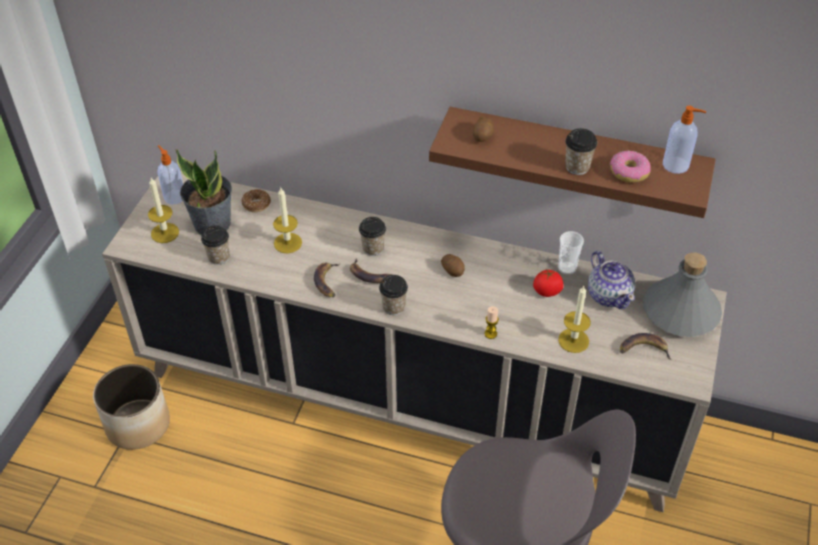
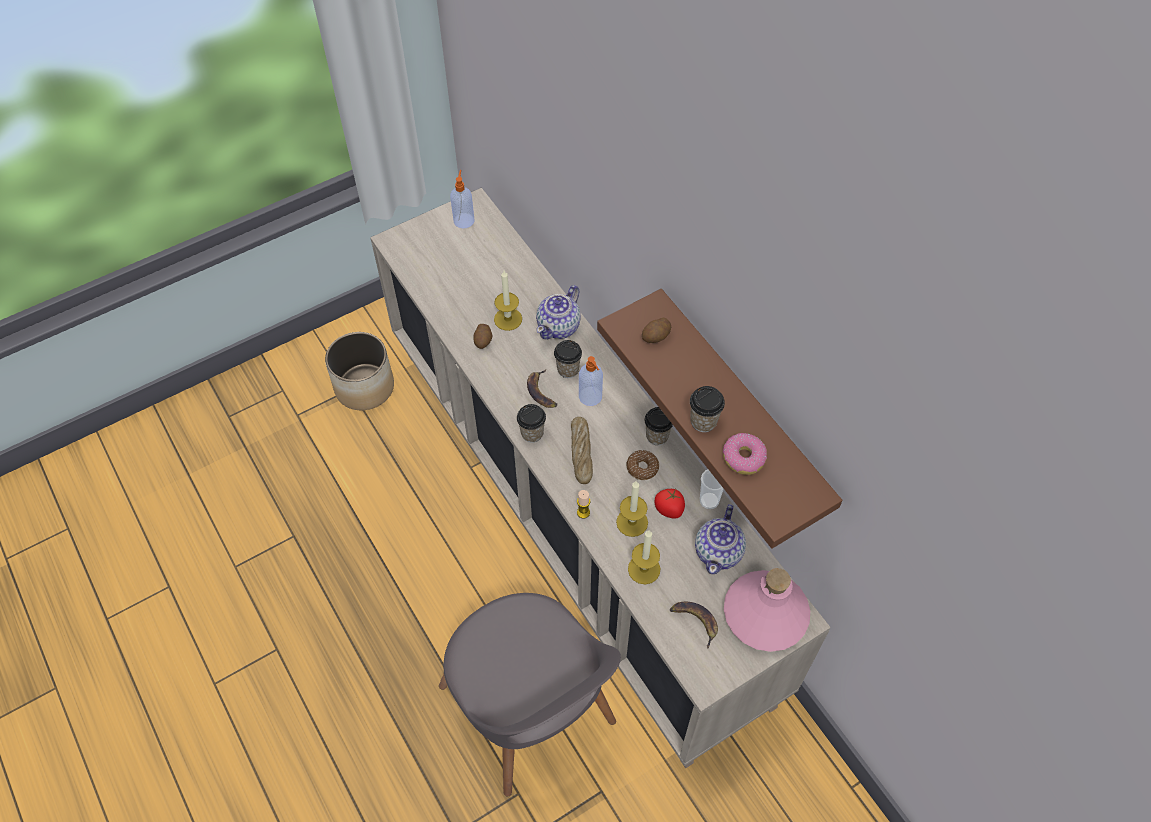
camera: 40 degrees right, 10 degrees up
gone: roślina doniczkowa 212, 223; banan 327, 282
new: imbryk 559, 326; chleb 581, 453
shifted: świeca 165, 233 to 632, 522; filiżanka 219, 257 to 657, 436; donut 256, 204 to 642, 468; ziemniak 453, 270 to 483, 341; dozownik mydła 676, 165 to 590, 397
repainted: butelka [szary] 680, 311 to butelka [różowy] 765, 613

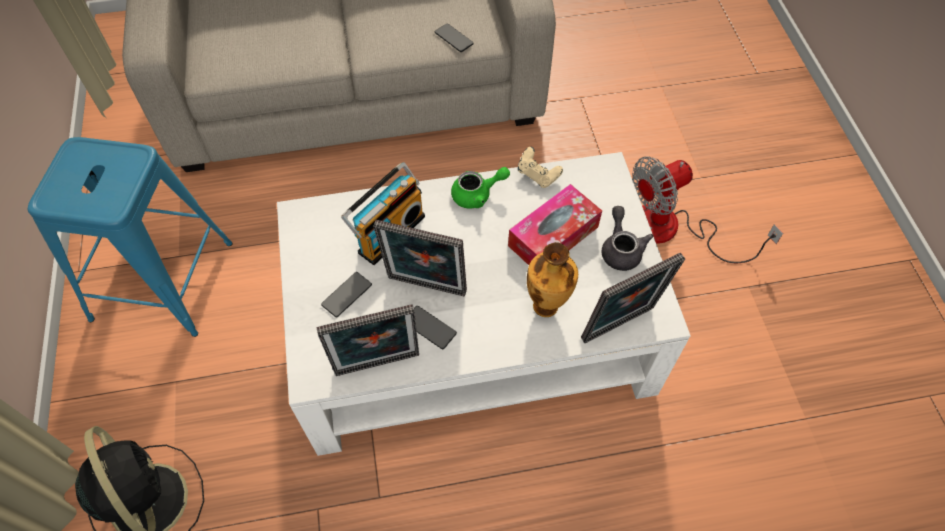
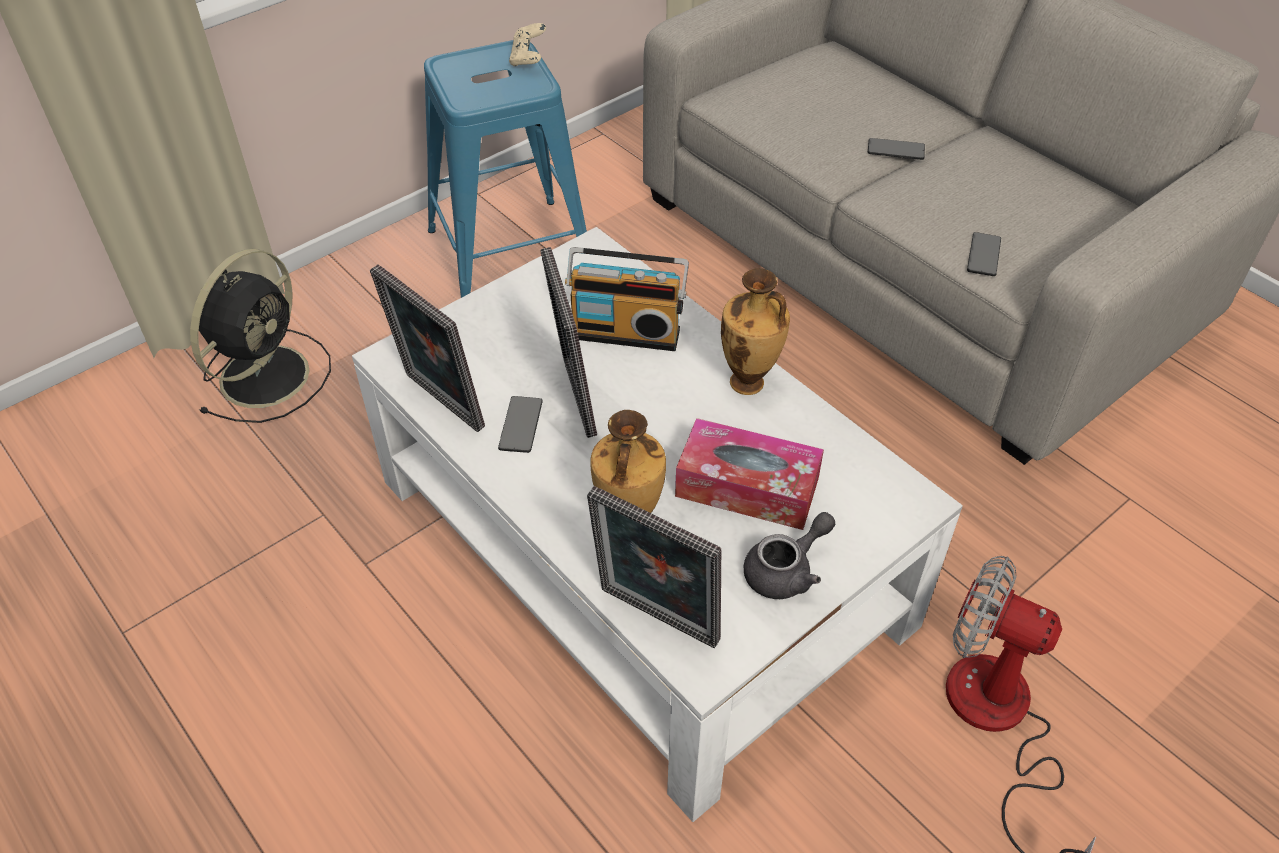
camera: 60 degrees right, 10 degrees down
shifted: telefon 347, 295 to 895, 150; pad do gier [beżowy] 538, 175 to 528, 59
swapped: imbryk [zielony] 477, 195 to wazon 748, 384

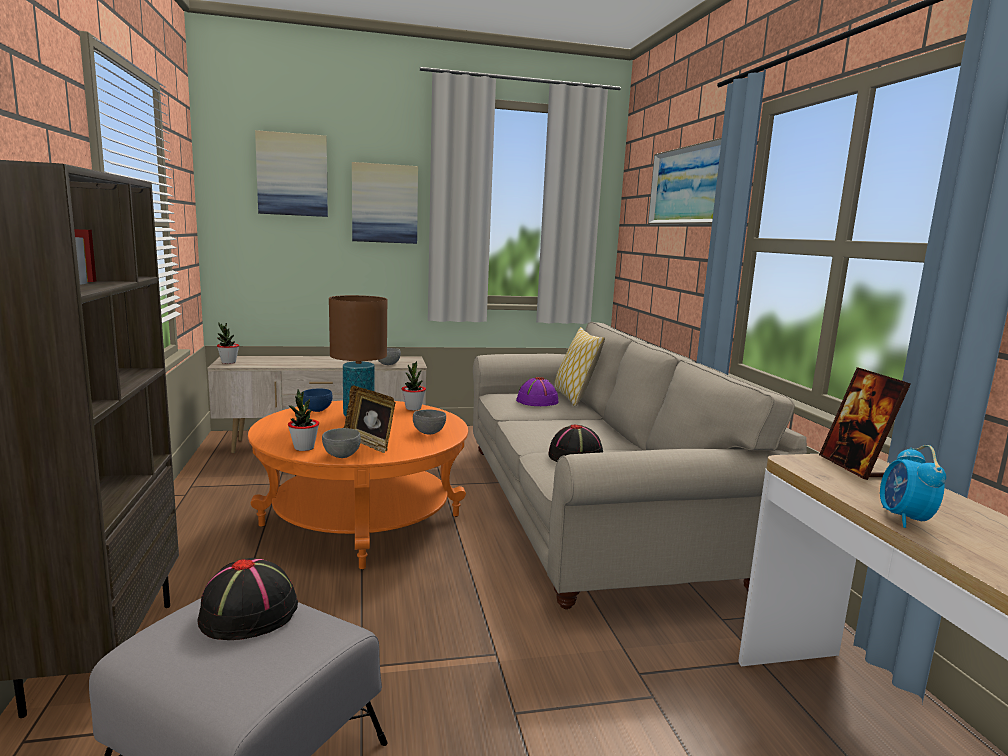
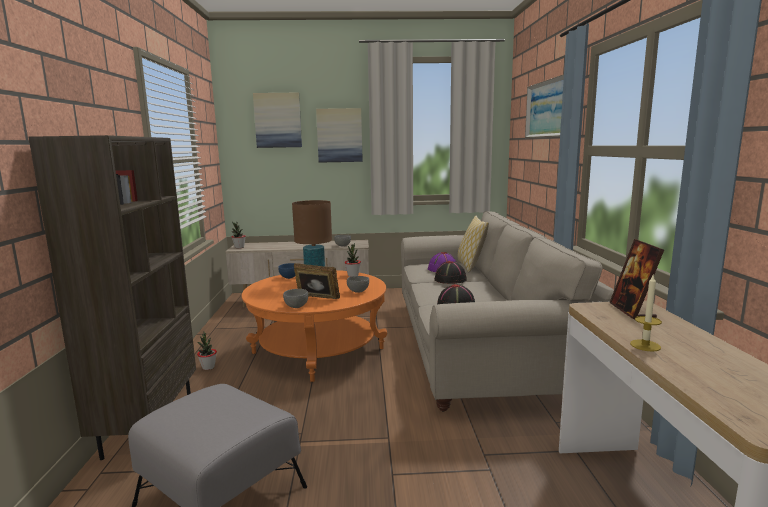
camera: 10 degrees right, 0 degrees up
shifted: kapelusz [czarny] 249, 612 to 450, 279; roślina doniczkowa 304, 448 to 208, 367
swapped: budzik 904, 519 to świeca 645, 345
rotated: ramka na zdjęcie 369, 443 = 316, 298 150 degrees clockwise

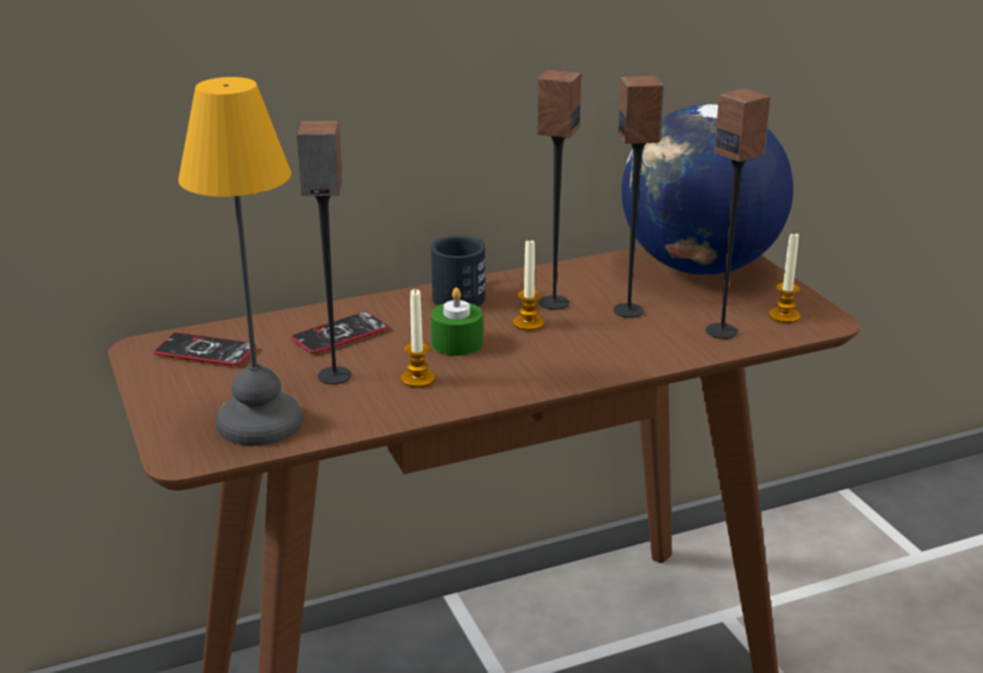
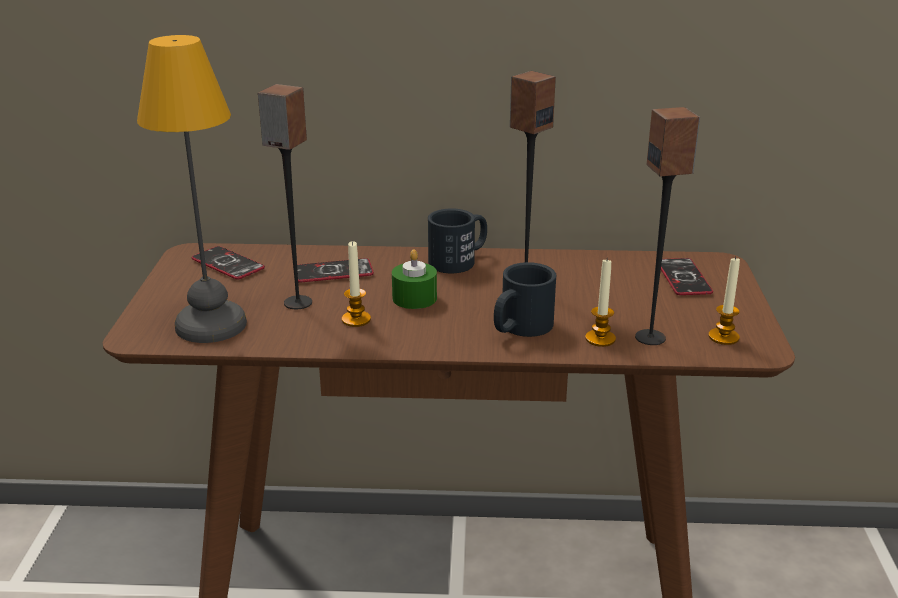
camera: 25 degrees right, 0 degrees up
gone: głośnik 629, 311
new: kubek [czarny] 519, 328
shifted: świeca 528, 323 to 600, 339
swapped: globus 698, 267 to telefon 683, 278

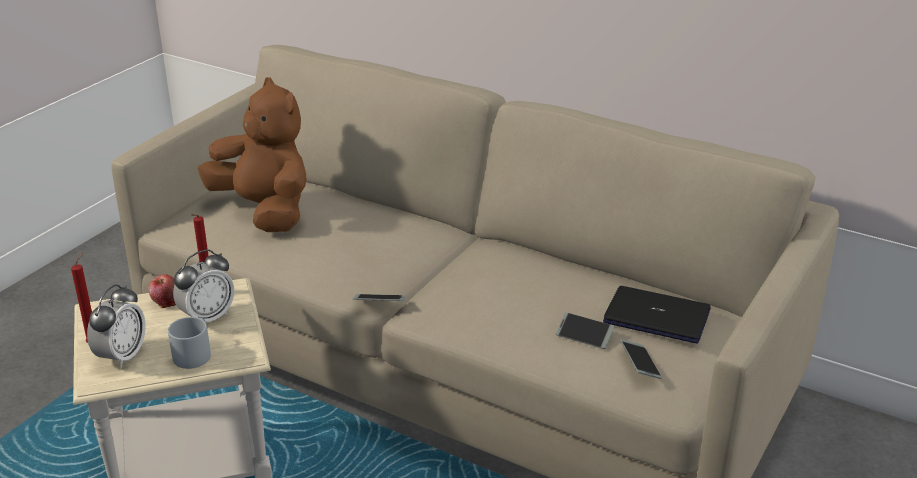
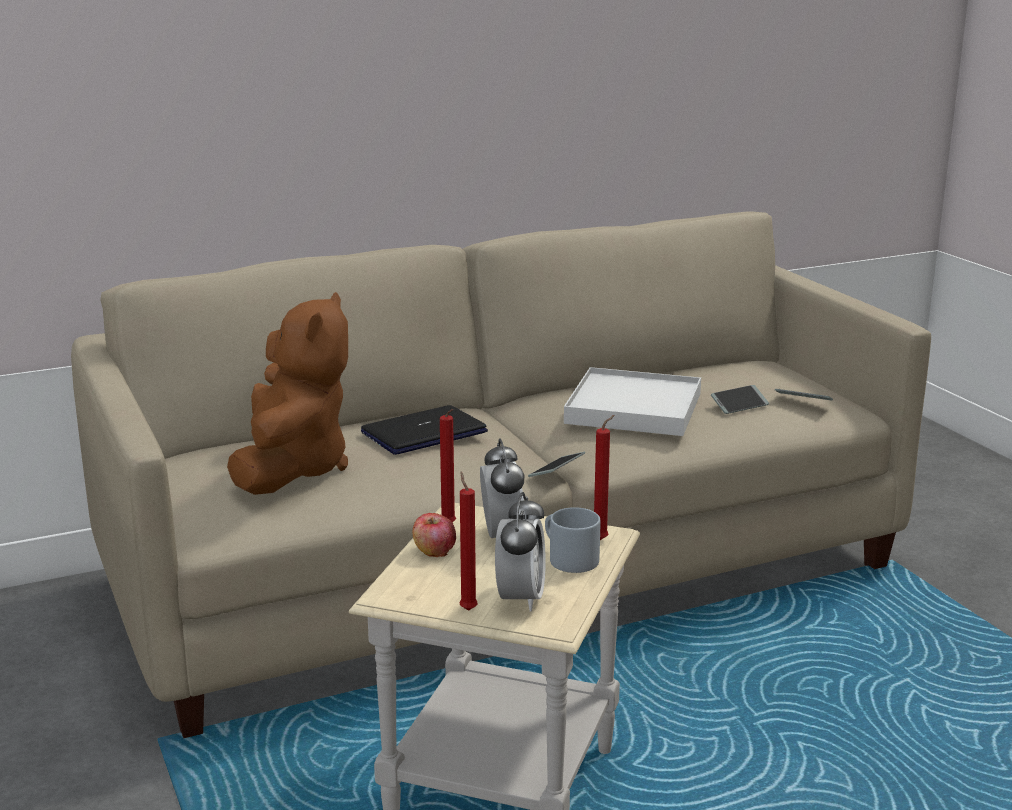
camera: 55 degrees left, 10 degrees down
new: taca [biały] 634, 408; świeca [czerwony] 602, 539
shifted: laptop 657, 316 to 424, 432
rotated: budzik 122, 356 = 520, 598 45 degrees clockwise; pluszak [brązowy] 265, 211 = 292, 469 105 degrees clockwise

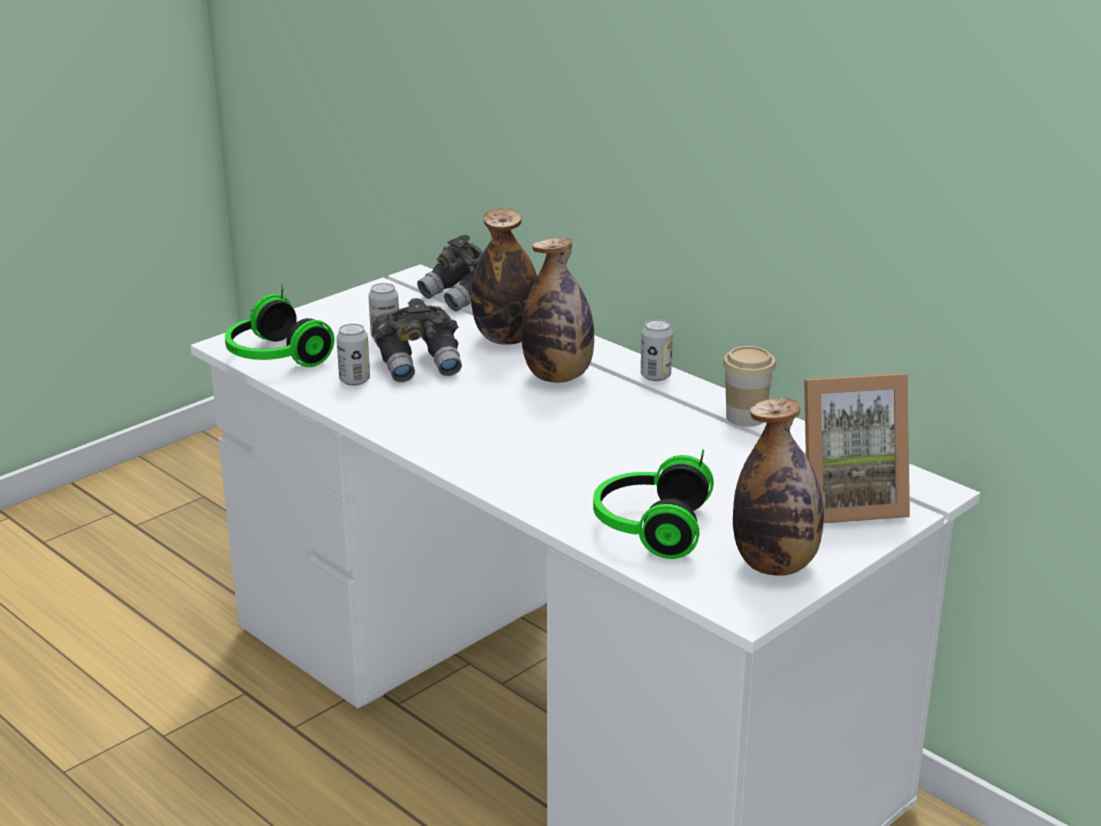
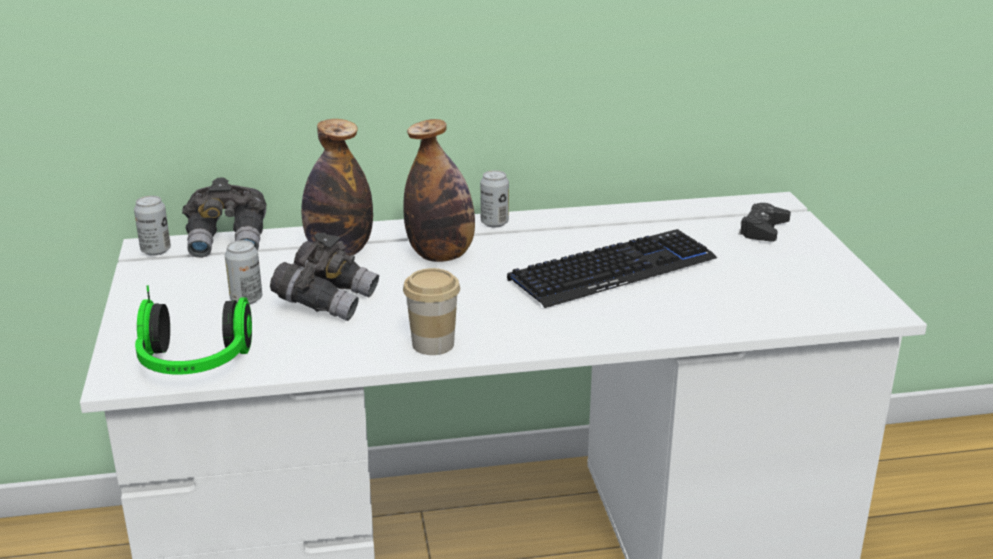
camera: 55 degrees left, 0 degrees up
gone: słuchawki 649, 528; butelka 775, 565
new: klawiatura 613, 270
shifted: puszka 354, 380 to 156, 250; filiżanka 745, 417 to 433, 344
swapped: ramka na zdjęcie 846, 502 to pad do gier [czarny] 763, 230

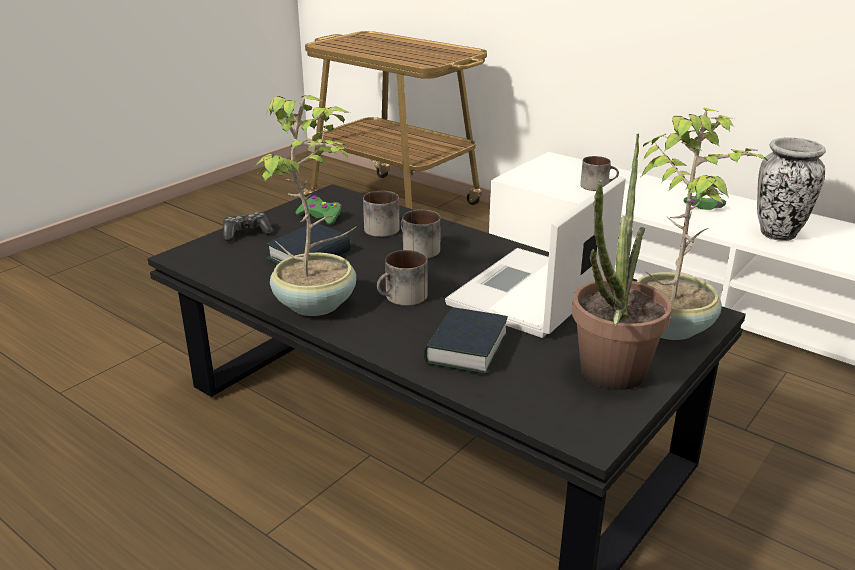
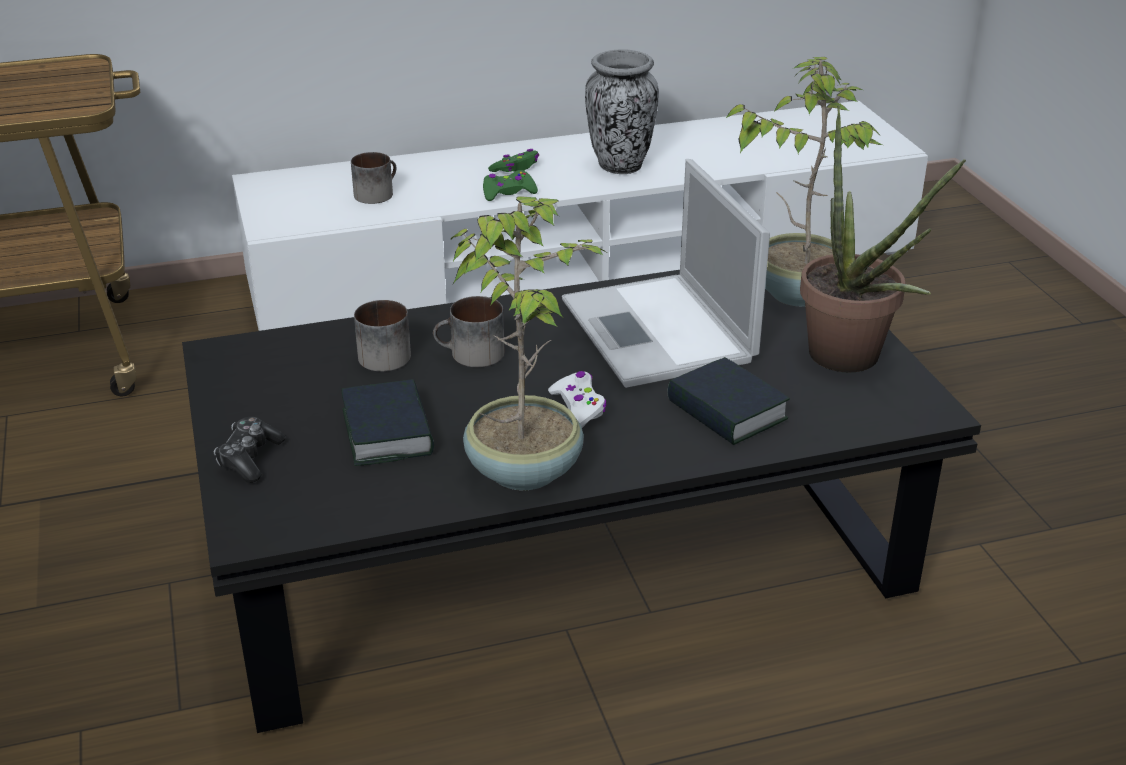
camera: 55 degrees left, 5 degrees up
shifted: pad do gier [zielony] 320, 216 to 508, 192
swapped: kubek 402, 298 to pad do gier [biały] 578, 408

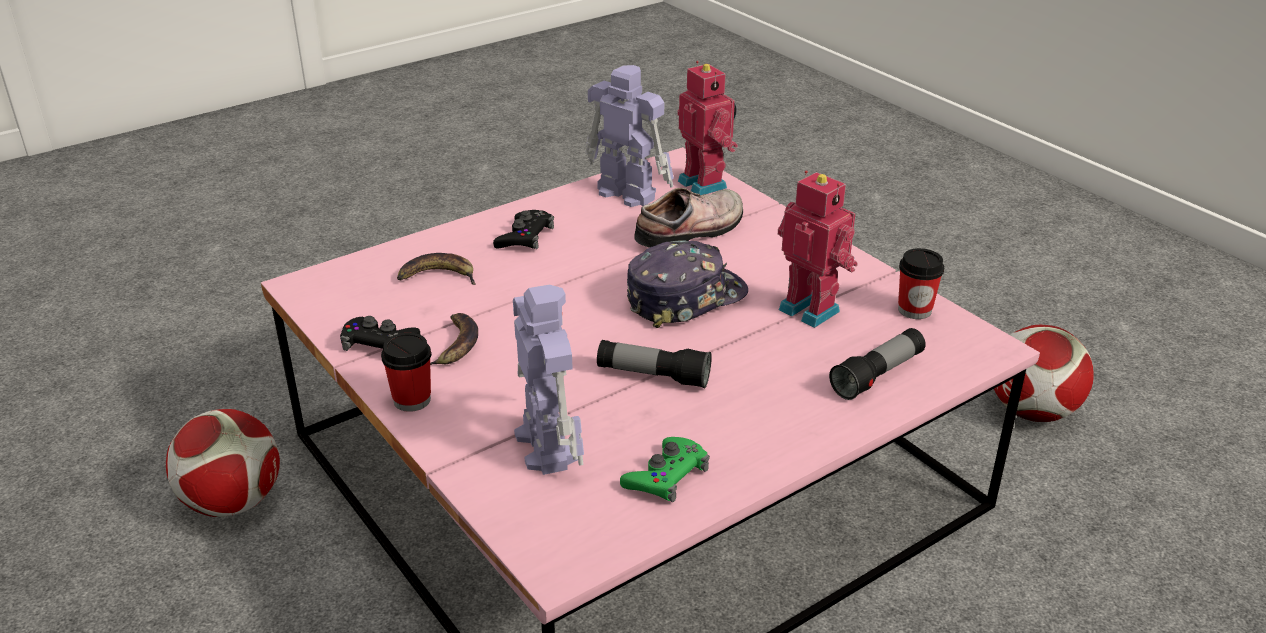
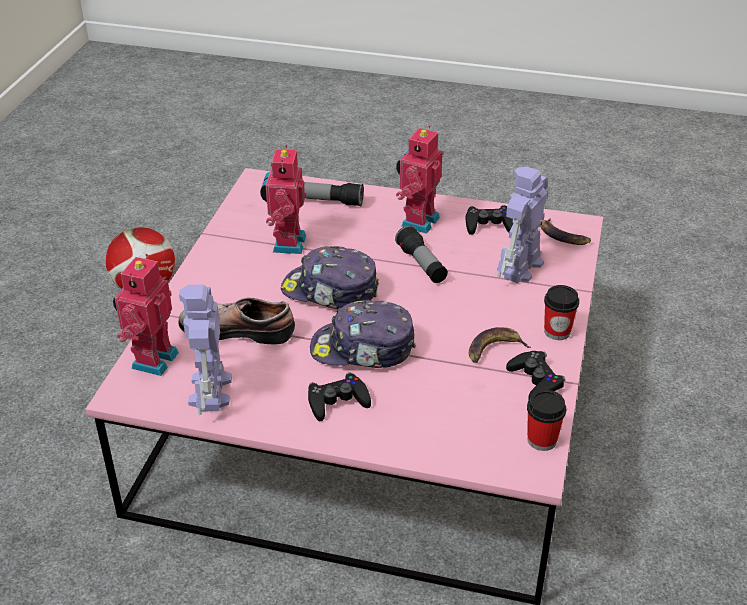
camera: 130 degrees left, 5 degrees up
gone: piłka futbolowa 233, 502
new: czapka z daszkiem 363, 349; robot zabawkowy 417, 221
shifted: banan 437, 276 to 562, 236; filiżanka 914, 310 to 542, 440
repainted: pad do gier [zielony] 666, 476 to pad do gier [czarny] 489, 225

